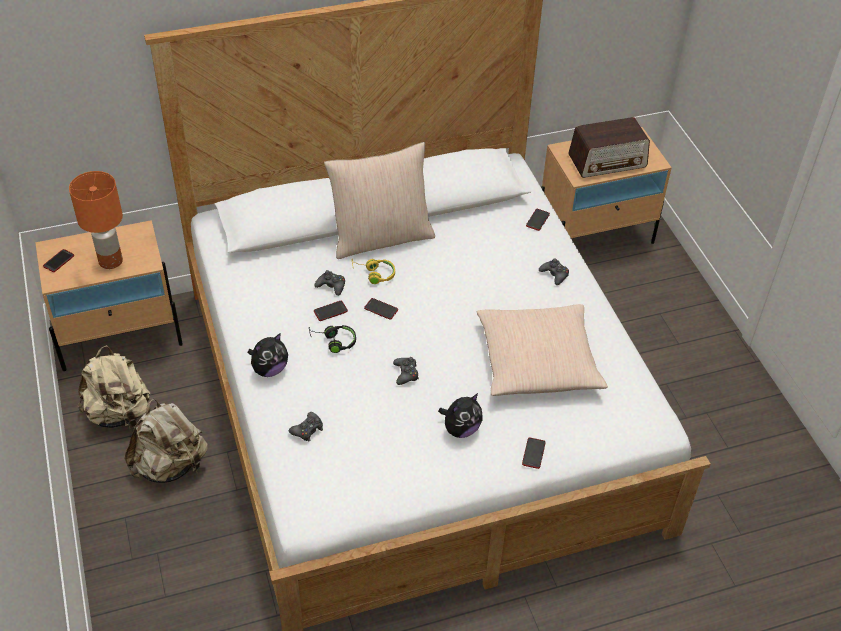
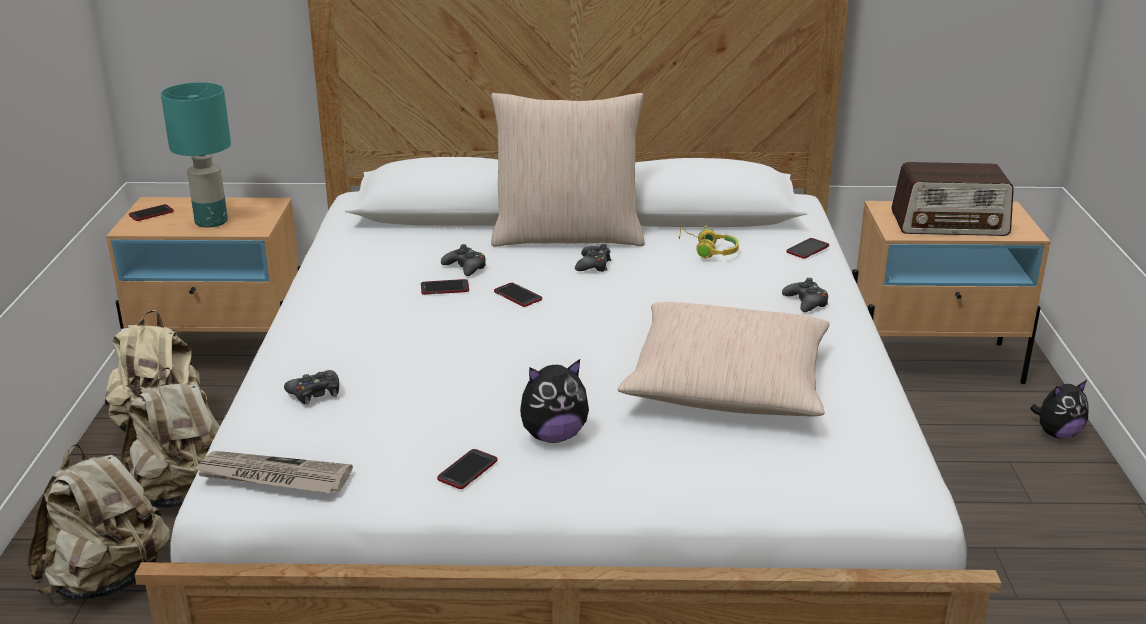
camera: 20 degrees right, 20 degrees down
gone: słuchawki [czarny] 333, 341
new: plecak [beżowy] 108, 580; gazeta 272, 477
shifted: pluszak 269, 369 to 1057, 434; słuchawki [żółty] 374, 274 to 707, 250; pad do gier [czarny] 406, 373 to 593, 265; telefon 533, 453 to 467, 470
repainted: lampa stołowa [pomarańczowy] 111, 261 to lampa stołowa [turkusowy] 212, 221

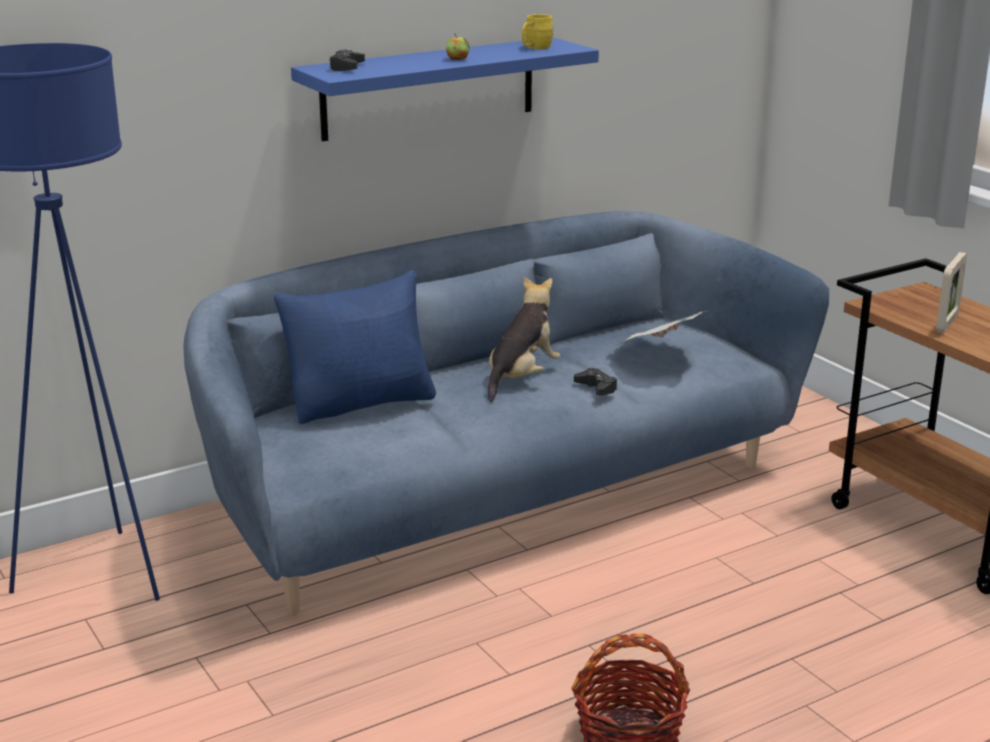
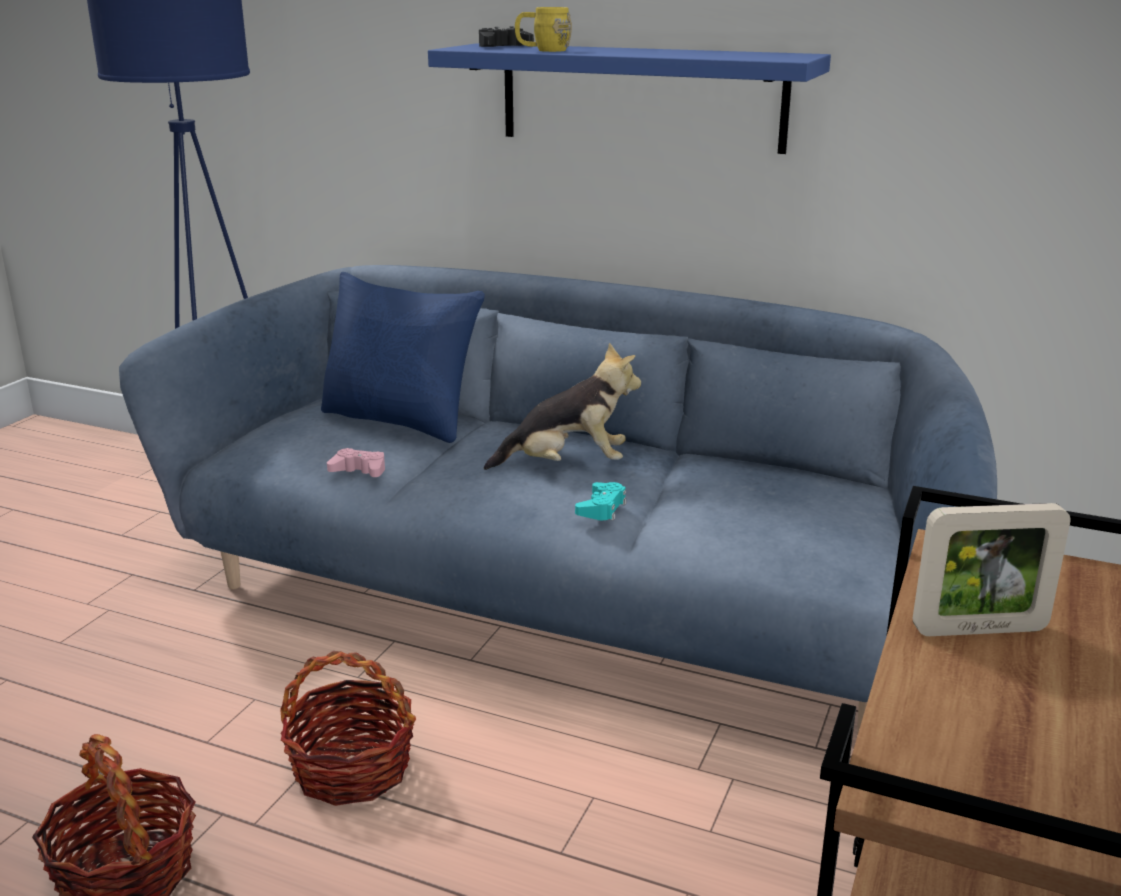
camera: 55 degrees right, 0 degrees up
gone: jabłko 457, 59; gazeta 656, 353
new: koszyk 351, 769; pad do gier [różowy] 359, 470
shifted: kubek [żółty] 535, 48 to 543, 50
repainted: pad do gier [czarny] 596, 387 to pad do gier [turkusowy] 602, 508

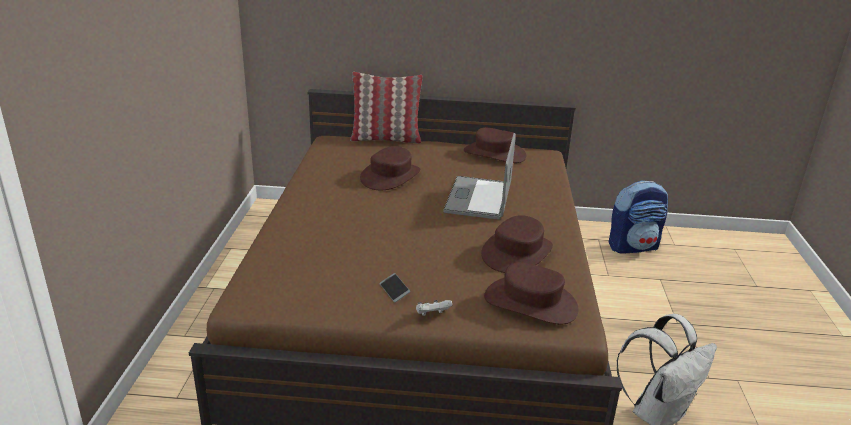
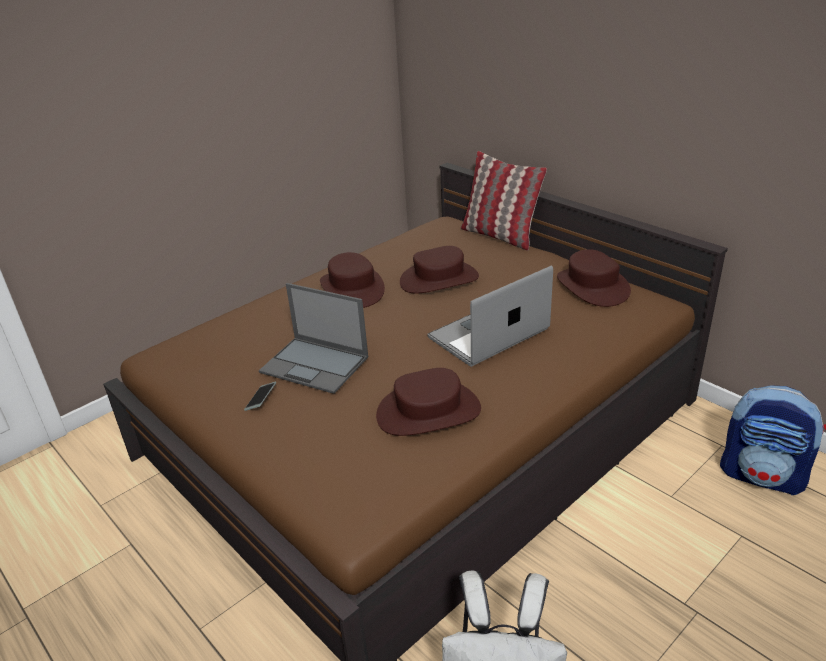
camera: 45 degrees right, 5 degrees up
gone: pad do gier [biały] 432, 315
new: laptop 315, 365
shifted: kapelusz [brązowy] 530, 302 to 352, 288

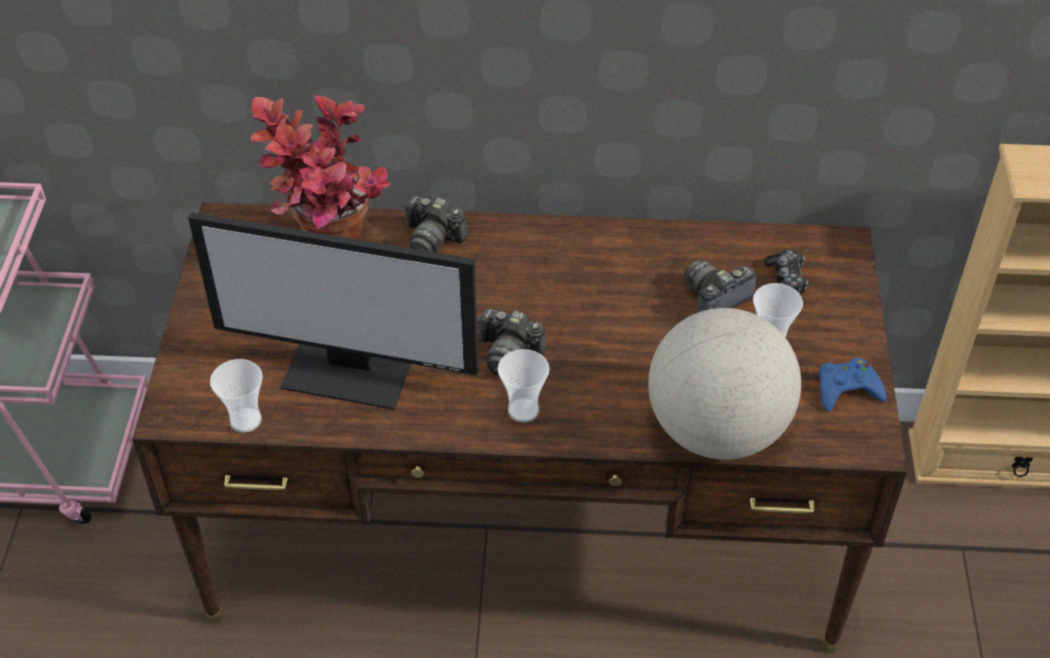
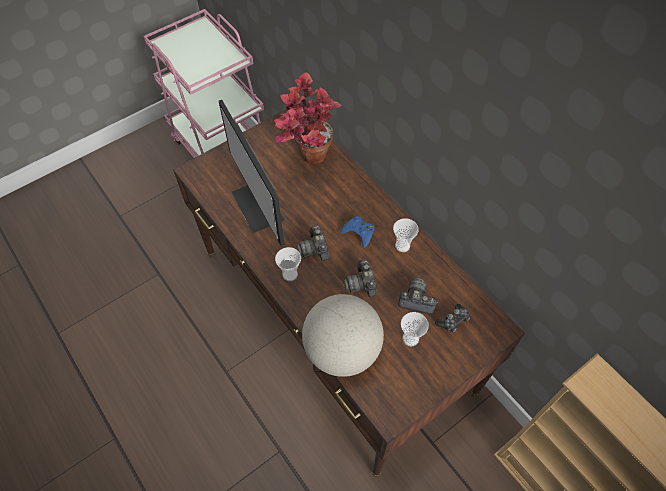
camera: 50 degrees right, 10 degrees up
shifted: filiżanka 245, 420 to 402, 246; aparat fotograficzny 432, 238 to 361, 284; pad do gier [niebieski] 846, 389 to 359, 232

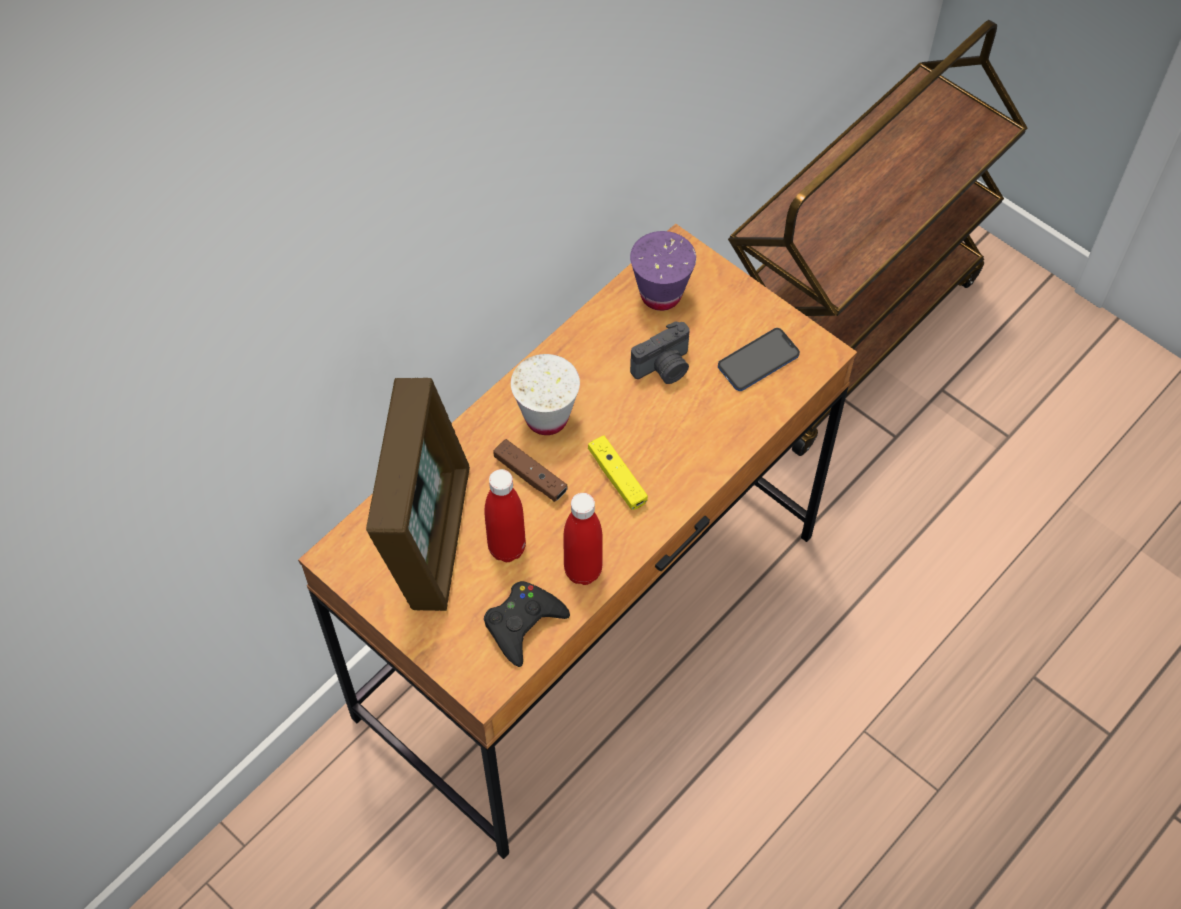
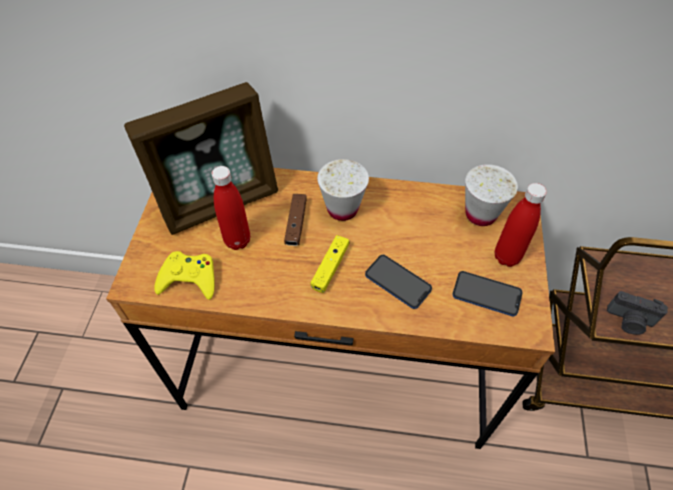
camera: 55 degrees right, 5 degrees down
new: telefon 397, 282
shifted: butelka [czerwony] 583, 570 to 506, 257; aparat fotograficzny 664, 368 to 629, 321
repainted: pad do gier [czarny] 523, 624 to pad do gier [żółty] 189, 279; filiżanka [fioletowy] 660, 294 to filiżanka [biały] 480, 214

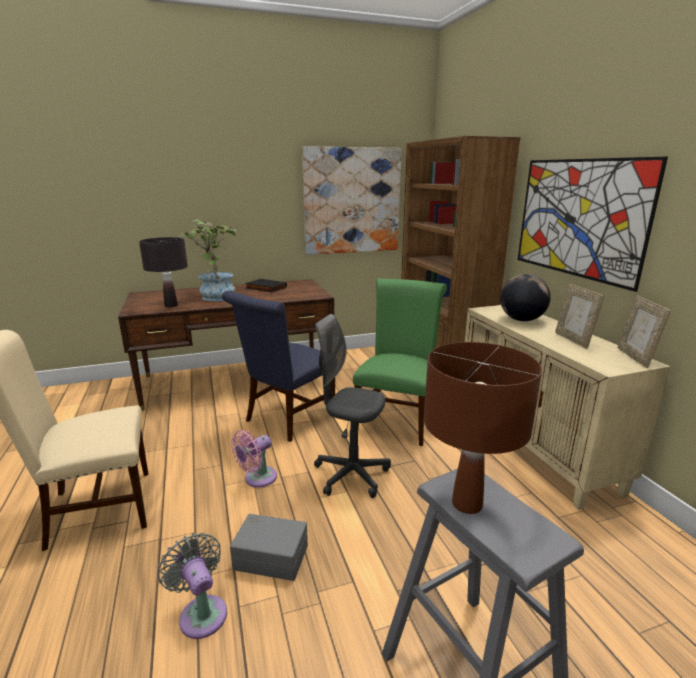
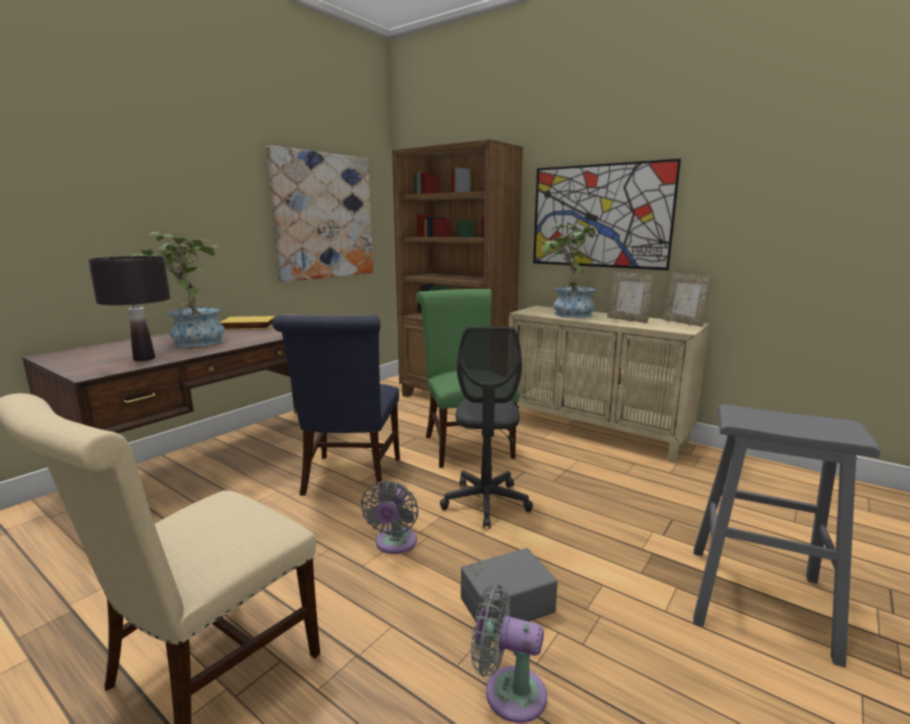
camera: 35 degrees left, 5 degrees down
gone: lampa stołowa [brązowy] 466, 504
swapped: globus 521, 320 to roślina doniczkowa 566, 314
repainted: wentylator [różowy] 257, 479 to wentylator [szary] 394, 544; książka [czarny] 265, 288 to książka [żółty] 247, 326
rotated: krzesło biurowe [szary] 351, 475 = 486, 503 75 degrees counterclockwise

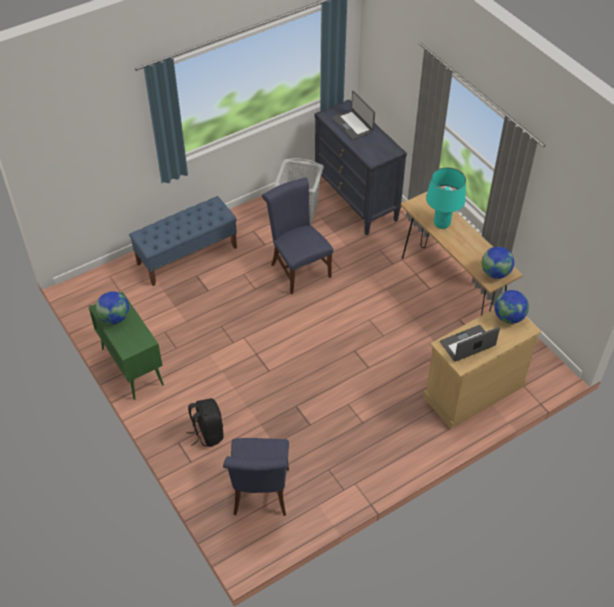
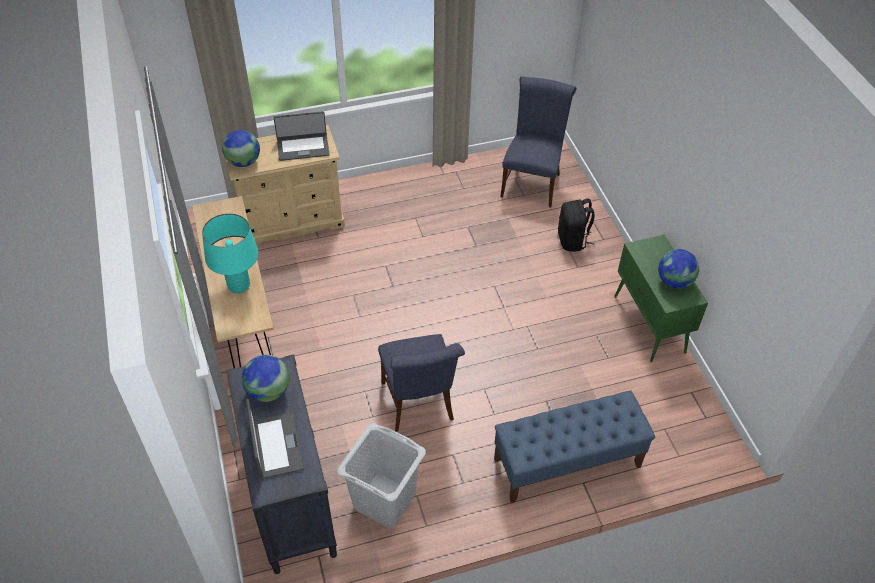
camera: 165 degrees left, 0 degrees up
shifted: globus 495, 273 to 268, 391

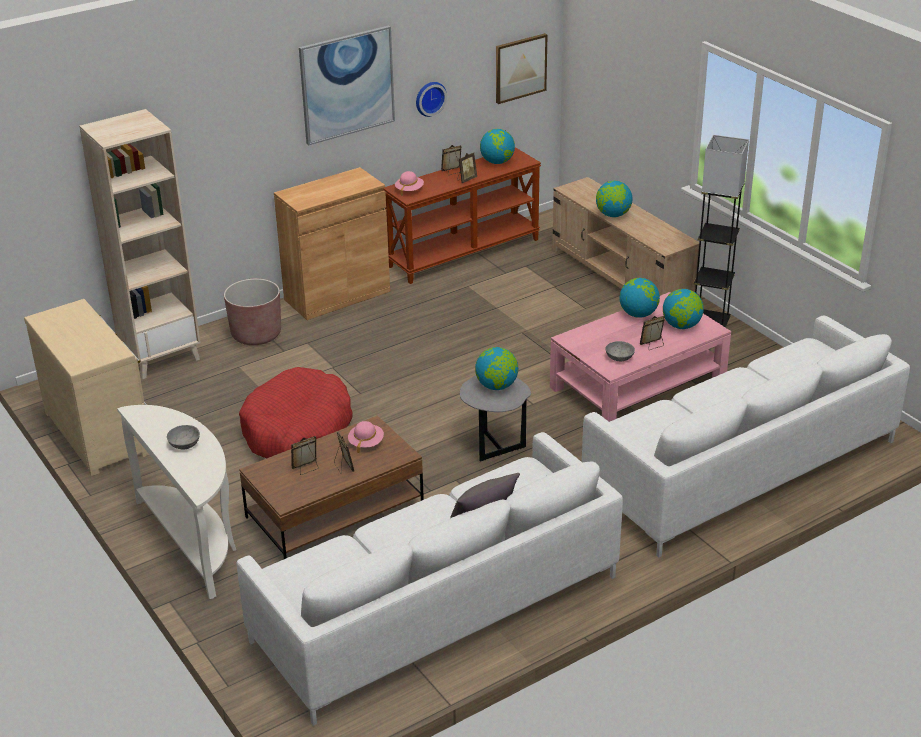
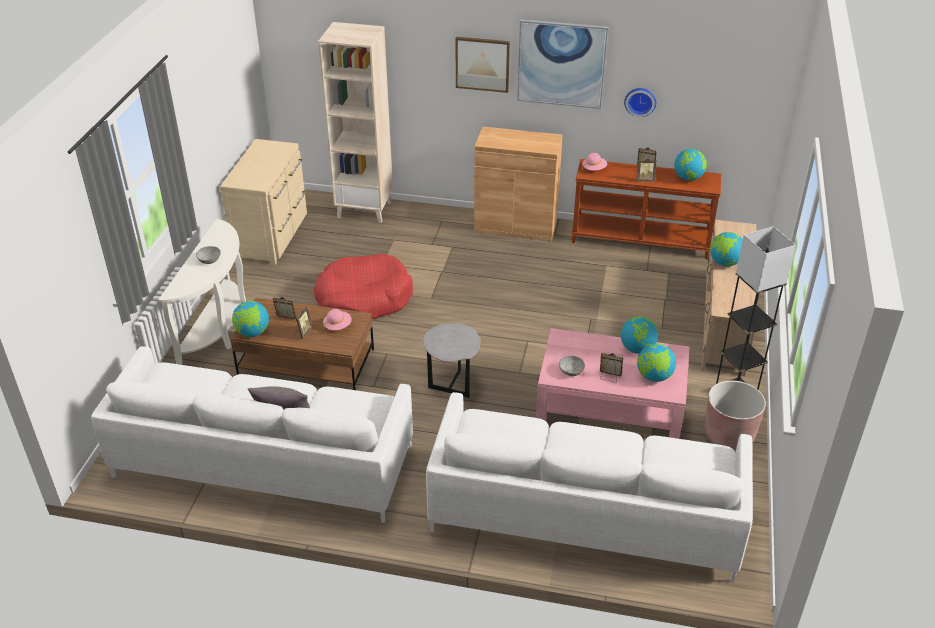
camera: 45 degrees right, 5 degrees up
shifted: donica [brązowy] 256, 334 to 728, 435; globus 496, 386 to 252, 332; obraz 520, 68 to 482, 64

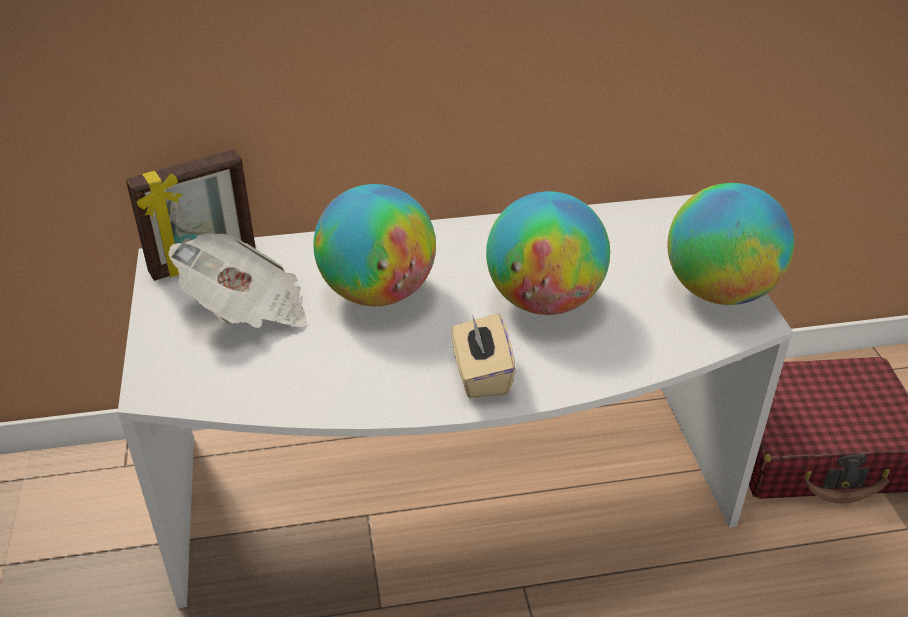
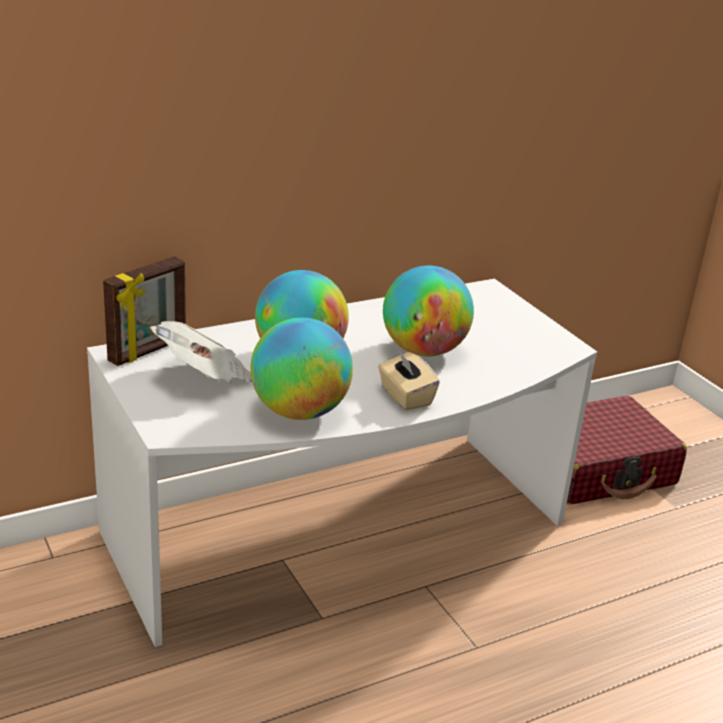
camera: 20 degrees left, 10 degrees down
shifted: globus 719, 291 to 299, 411

